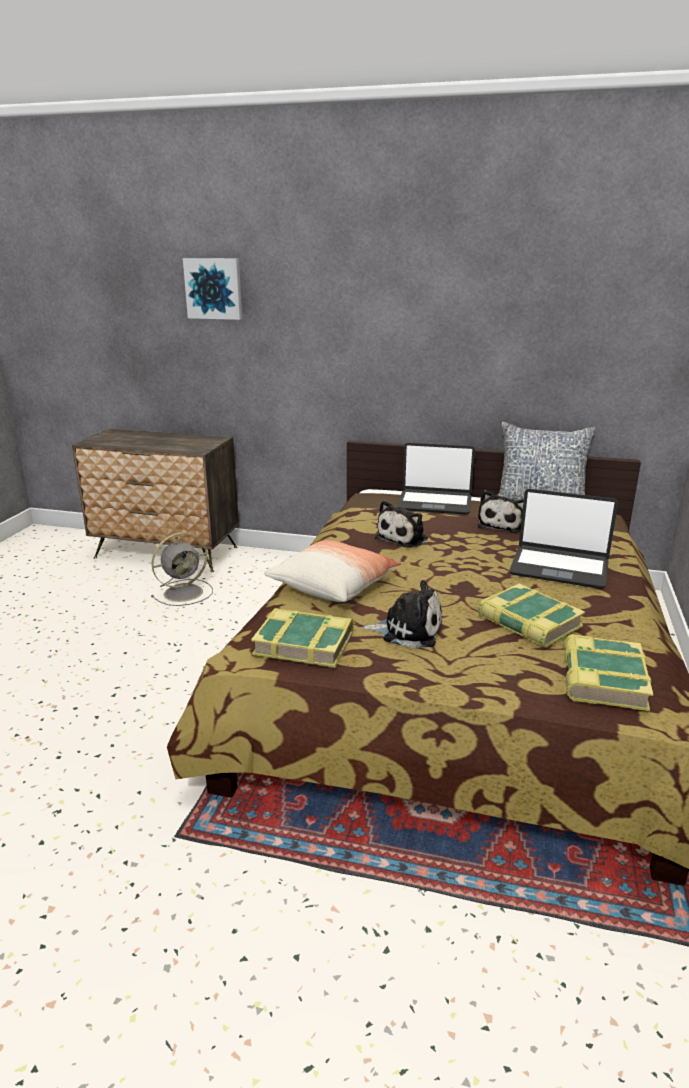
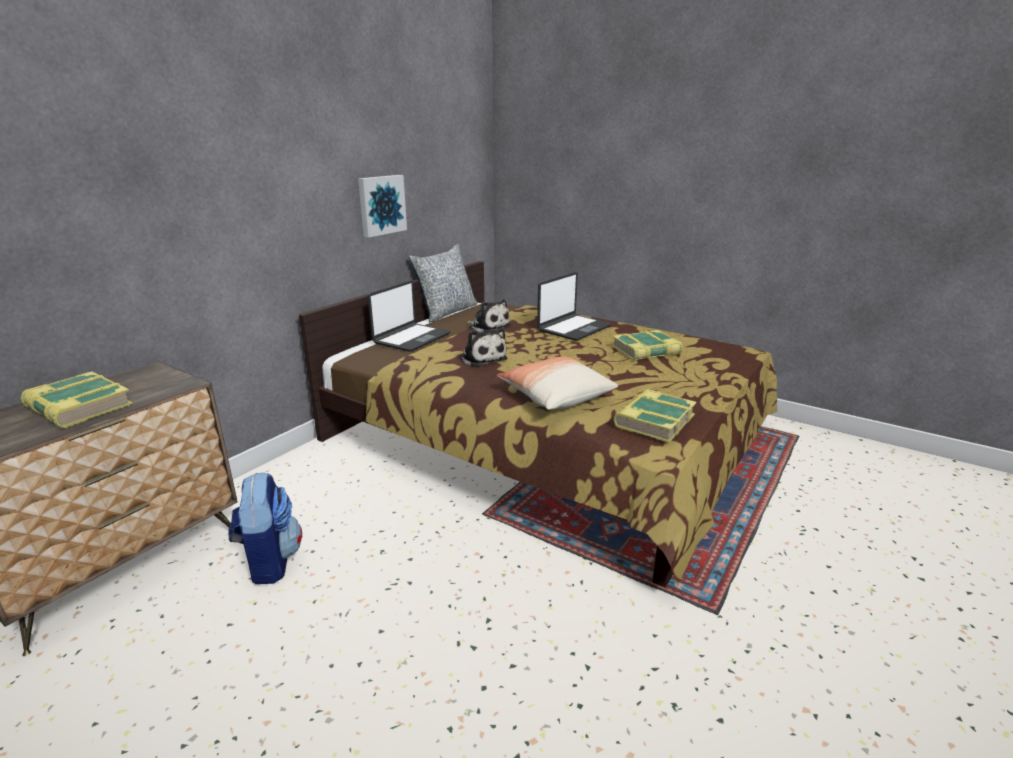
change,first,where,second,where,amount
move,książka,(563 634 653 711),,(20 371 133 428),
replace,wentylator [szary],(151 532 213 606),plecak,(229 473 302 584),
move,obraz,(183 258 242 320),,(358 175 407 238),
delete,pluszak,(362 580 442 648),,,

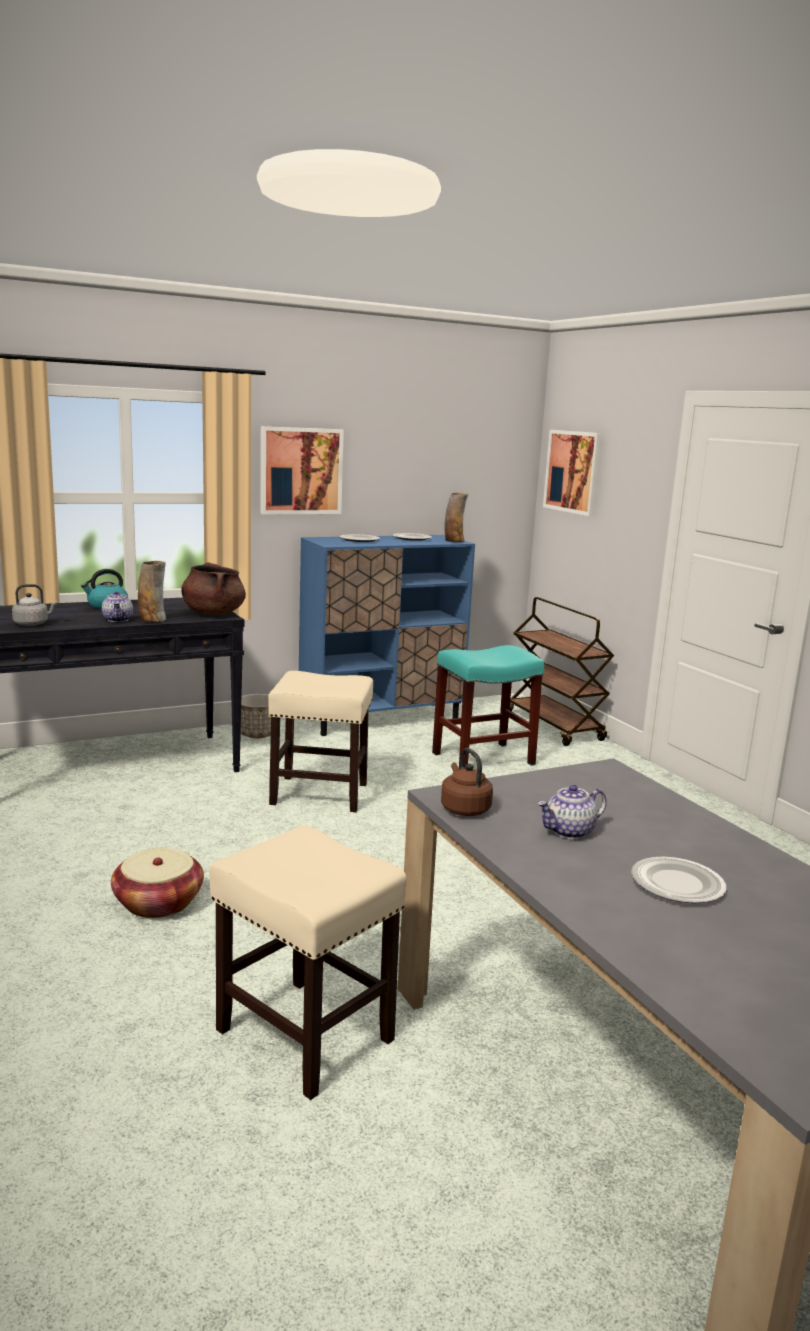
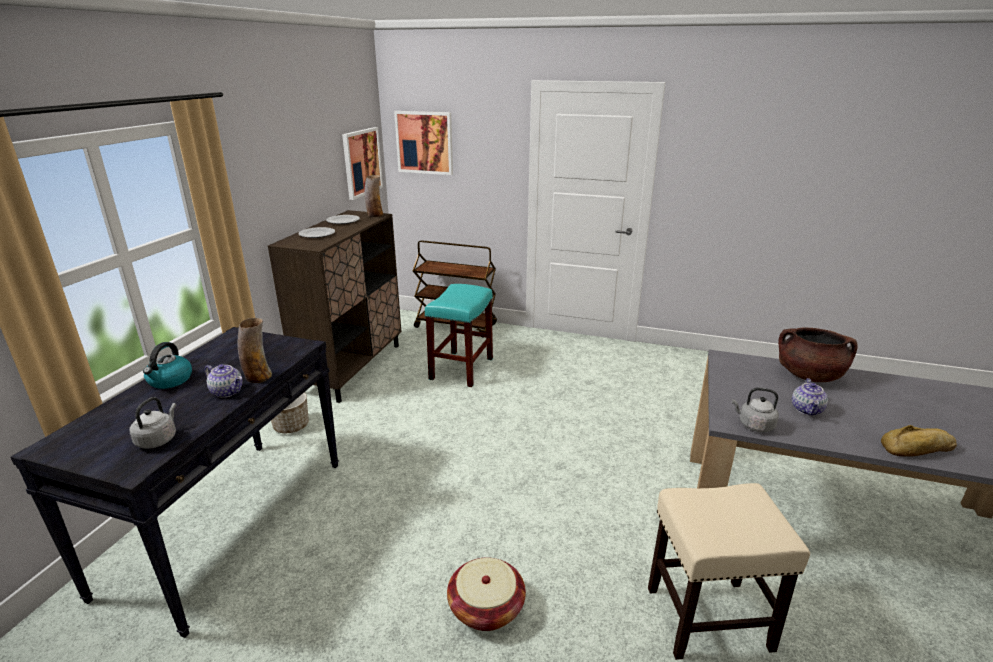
change,first,where,second,where,amount
recolor,szafka [niebieski],(299 535 475 736),szafka [brązowy],(268 210 401 403),
move,obraz,(260 426 344 514),,(342 127 383 200),
recolor,czajnik [brązowy],(441 748 493 816),czajnik [szary],(732 387 779 432),
move,garnek [brązowy],(181 563 246 615),,(778 328 858 382),
insert,,,chleb,(881 425 957 457),
delete,stołek [beżowy],(268 671 373 812),,,
delete,talerz,(631 857 727 904),,,

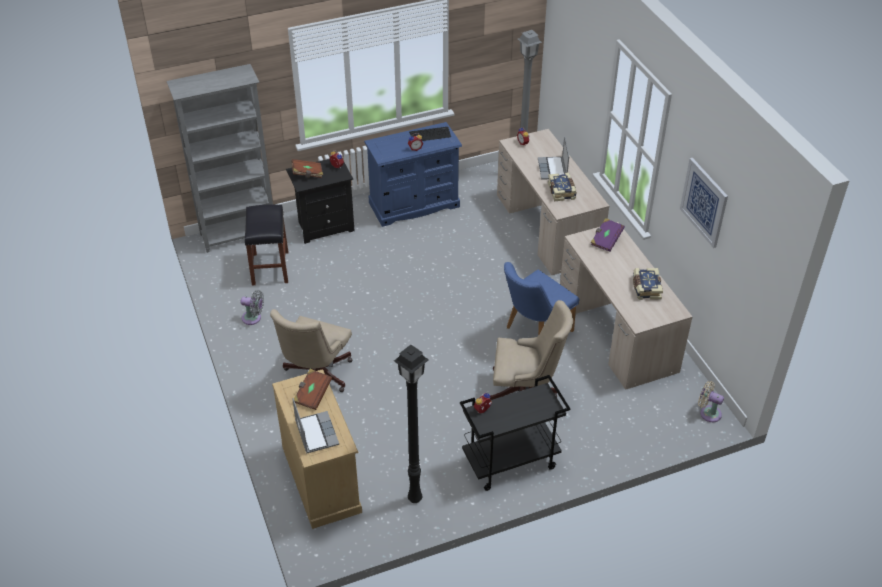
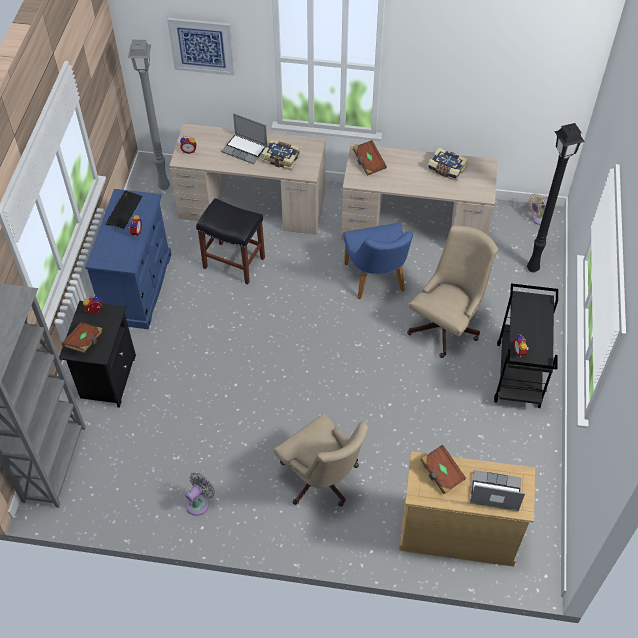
change,first,where,second,where,amount
move,obraz,(680 158 728 248),,(167 18 235 76),
move,stołek [czarny],(245 204 288 285),,(196 198 265 285),
recolor,książka [fioletowy],(591 218 625 252),książka [brązowy],(353 140 387 176),
move,lampa stojąca [czarny],(394 345 429 503),,(527 123 585 272),

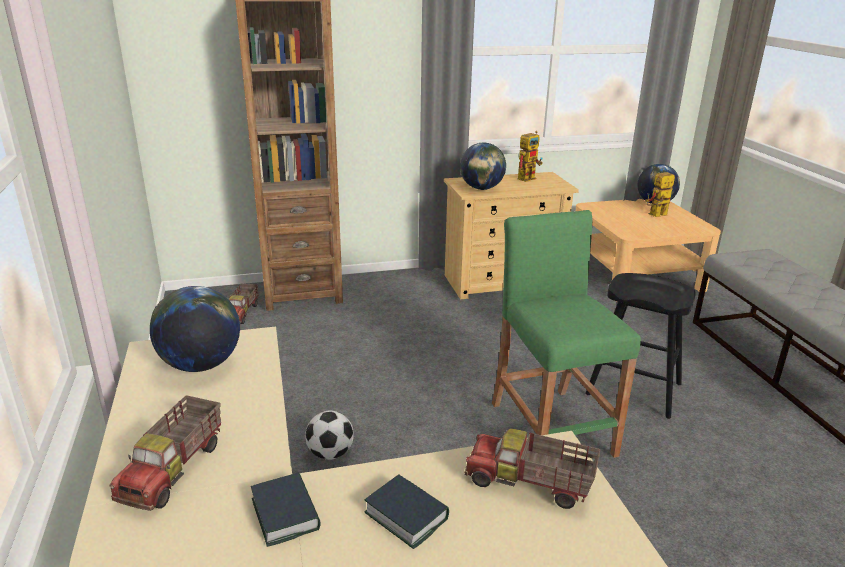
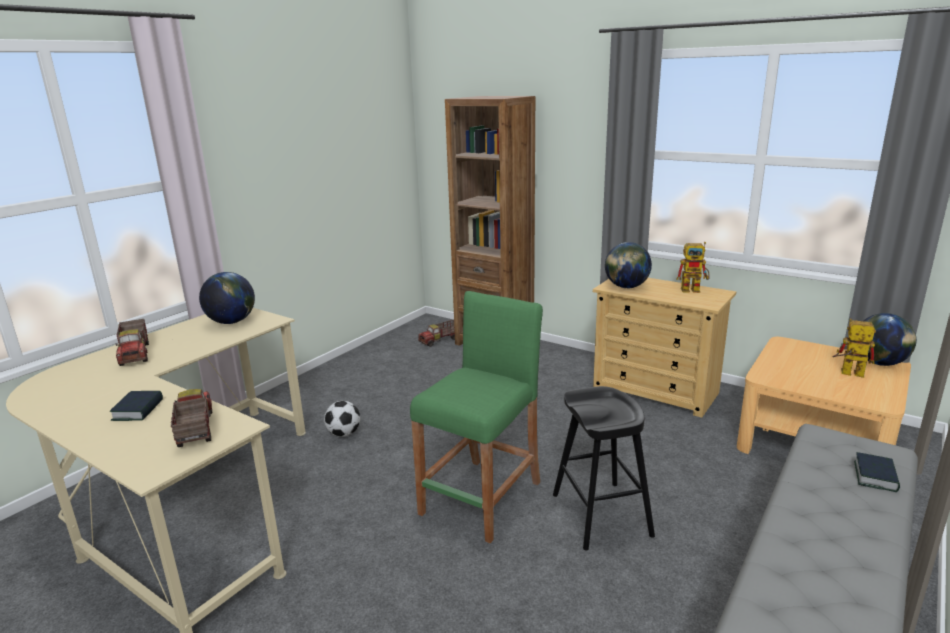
change,first,where,second,where,amount
rotate,ciężarówka zabawkowa,(109 395 221 511),,(115 319 149 366),90 degrees counterclockwise
move,książka,(251 472 321 547),,(854 452 900 492),

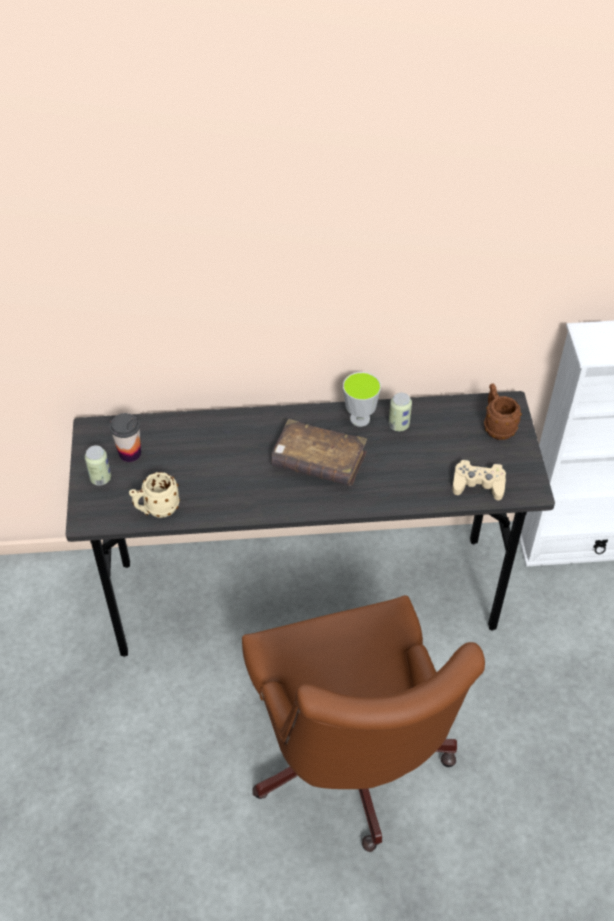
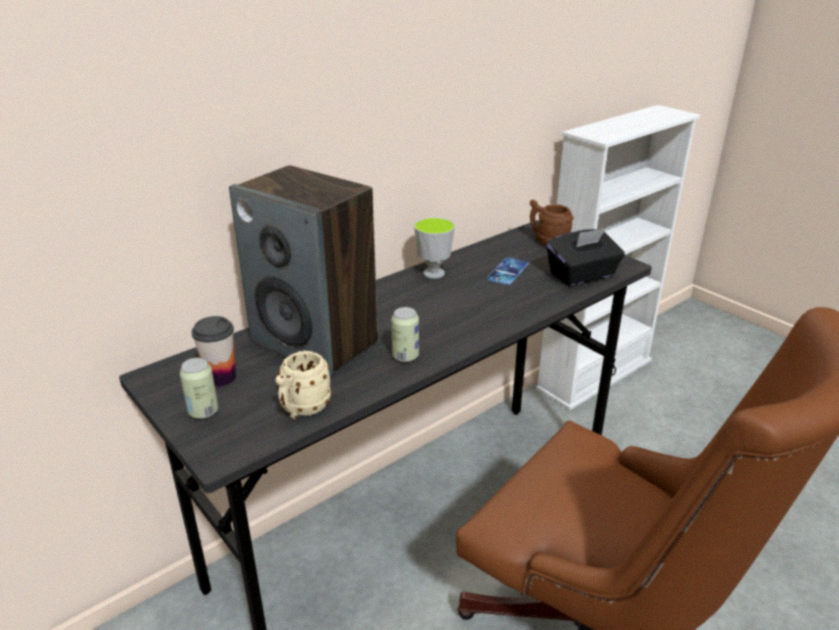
change,first,where,second,where,amount
insert,,,głośnik,(229 165 378 376),
move,puszka,(389 393 412 432),,(391 307 419 362),
insert,,,telefon,(487 257 529 285),
replace,pad do gier [beżowy],(452 460 506 501),pudełko chusteczek [czarny],(546 228 625 286),
delete,książka [brązowy],(272 419 367 486),,,

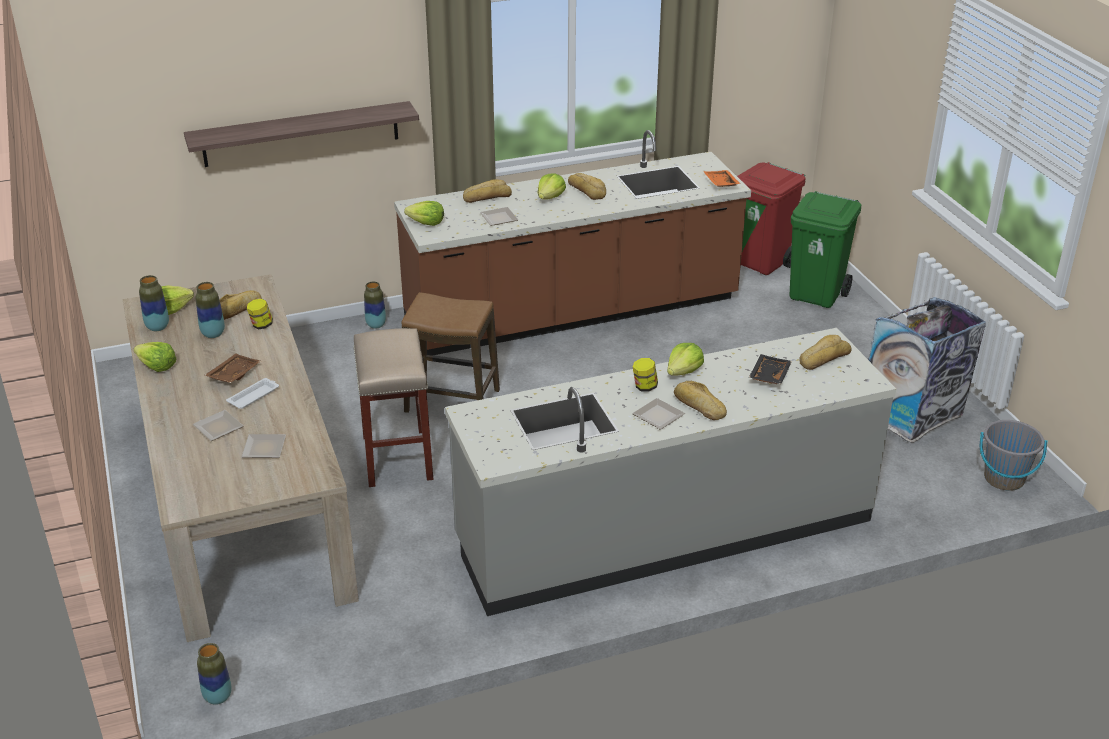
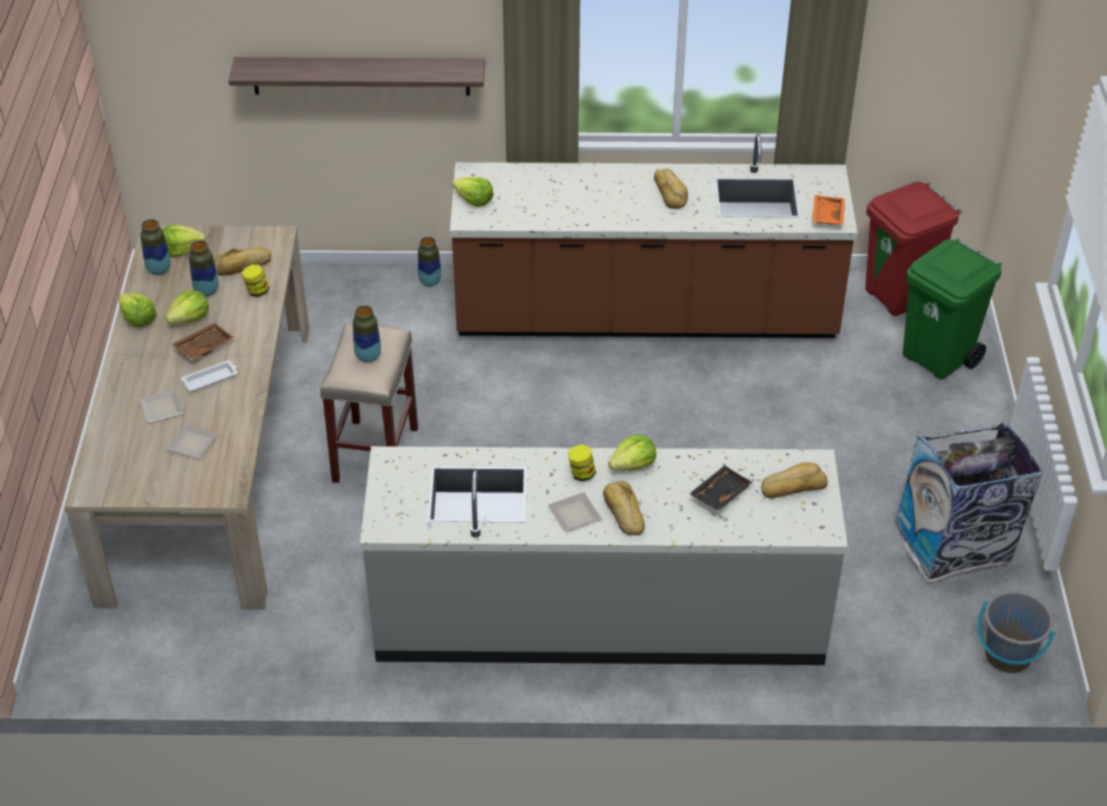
change,first,where,second,where,amount
move,sałata,(538 173 566 199),,(165 291 209 324),
move,wazon,(197 643 232 705),,(353 305 381 362),
delete,stołek,(402 292 500 413),,,
delete,chleb,(463 179 512 203),,,
delete,talerz,(480 207 518 226),,,

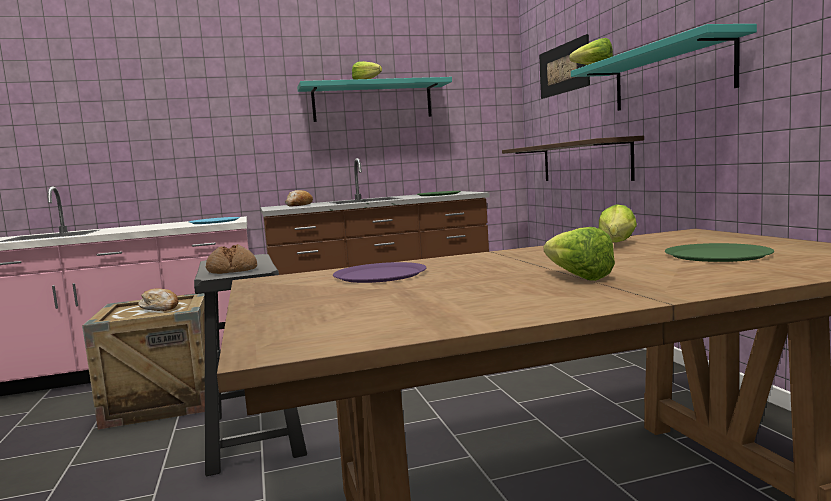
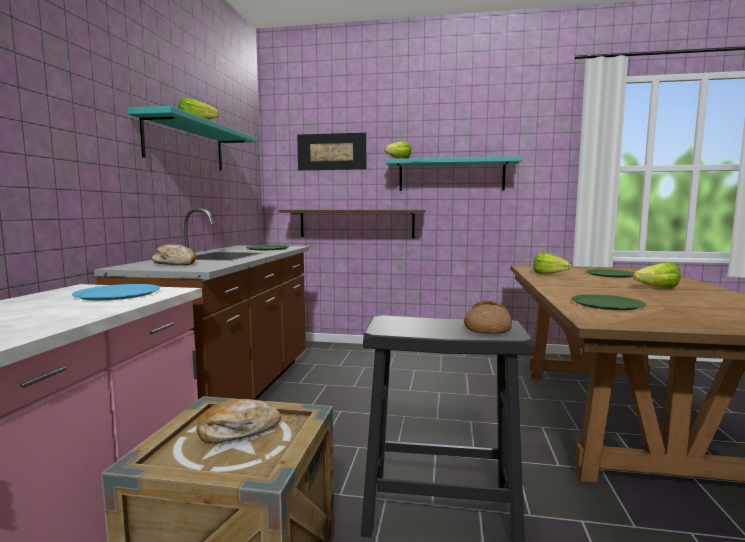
change,first,where,second,where,amount
recolor,talerz [fioletowy],(333 262 426 283),talerz [zielony],(571 294 646 310),

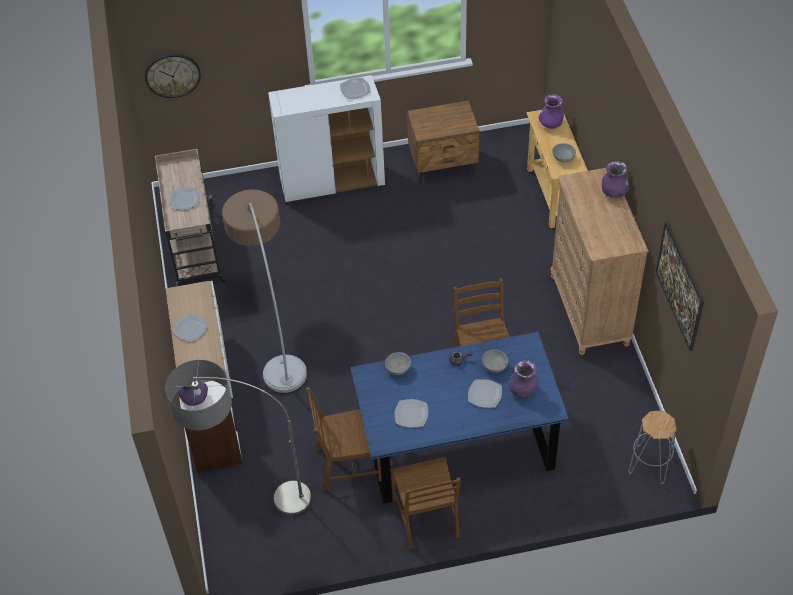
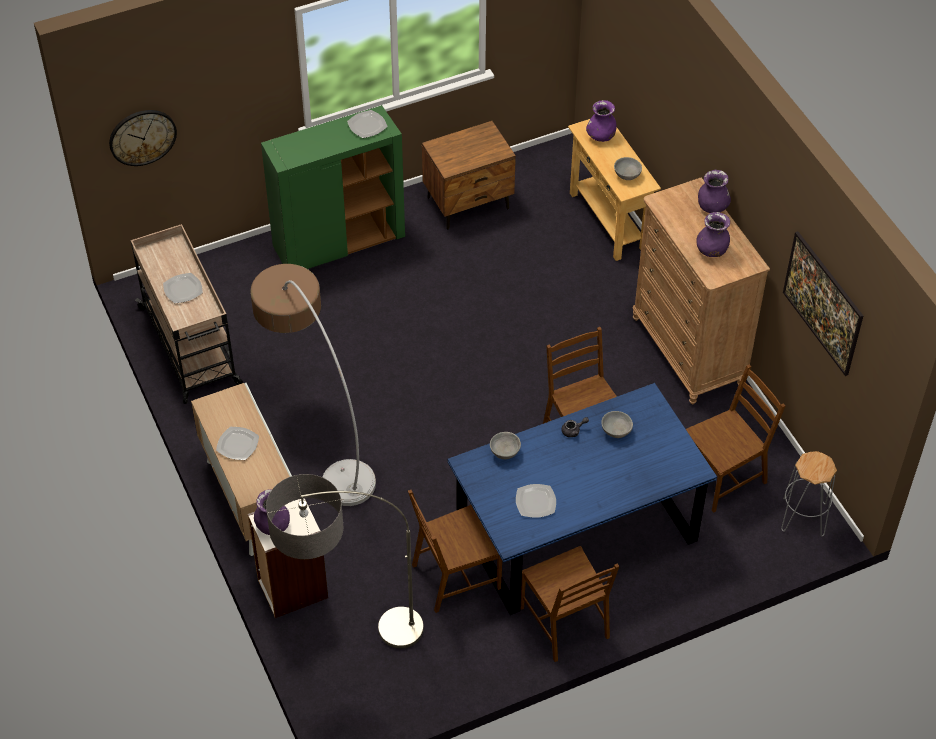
change,first,where,second,where,amount
recolor,szafka [biały],(268 75 385 202),szafka [zielony],(261 105 405 269),
insert,,,krzesło [brązowy],(686 364 786 513),
move,wazon [fioletowy],(509 360 538 398),,(696 212 730 257),
delete,talerz,(468 379 502 408),,,

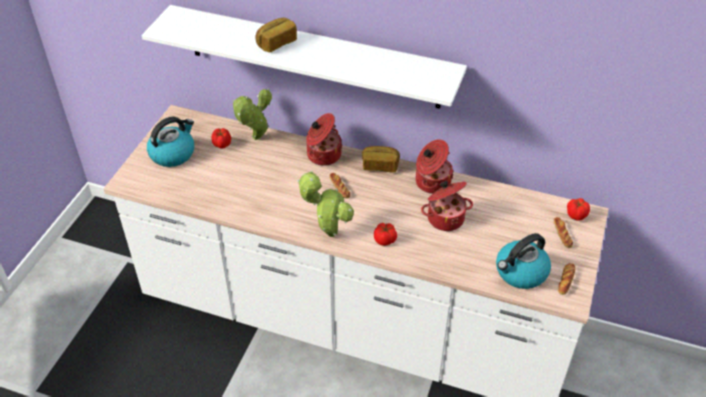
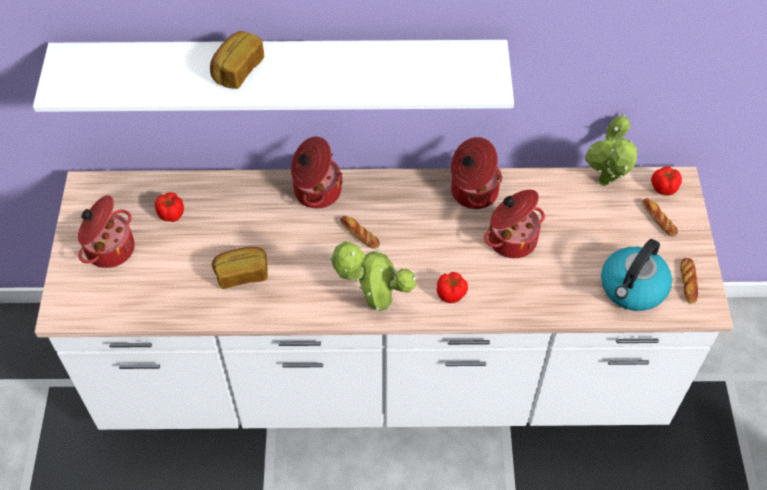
change,first,where,second,where,amount
replace,czajnik,(147 117 194 167),garnek,(78 195 135 268),
move,chleb,(362 146 400 173),,(212 247 268 289),
move,roślina doniczkowa,(233 88 272 140),,(585 113 638 186),

